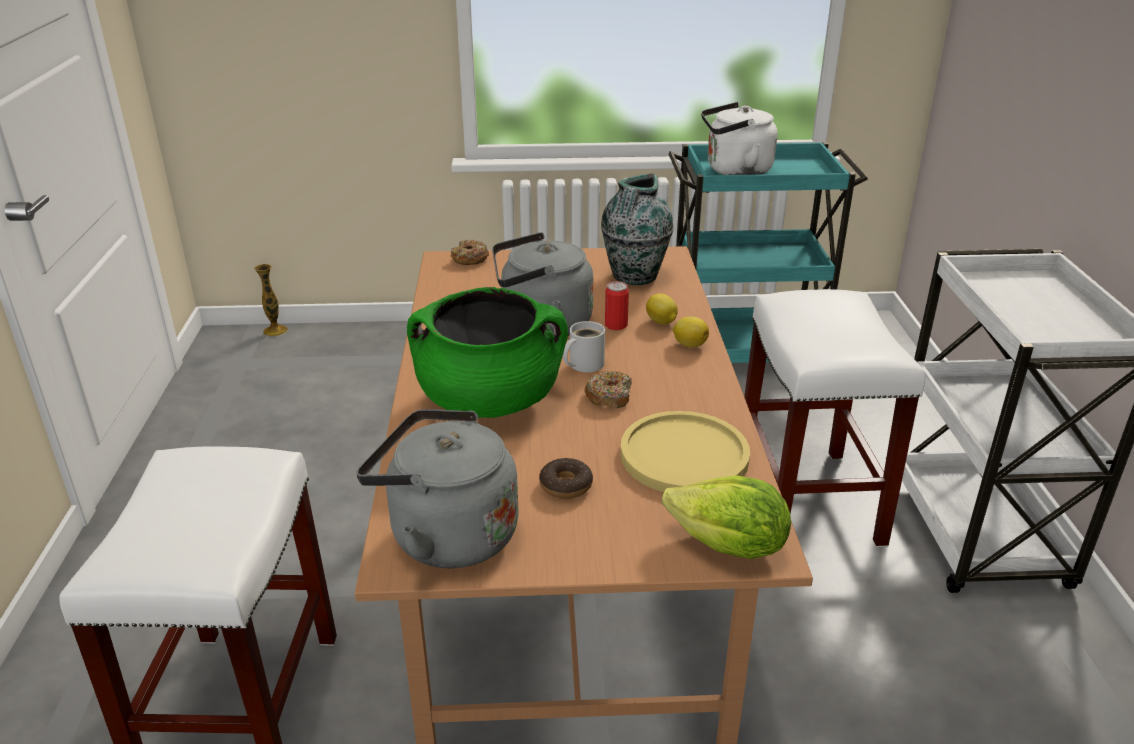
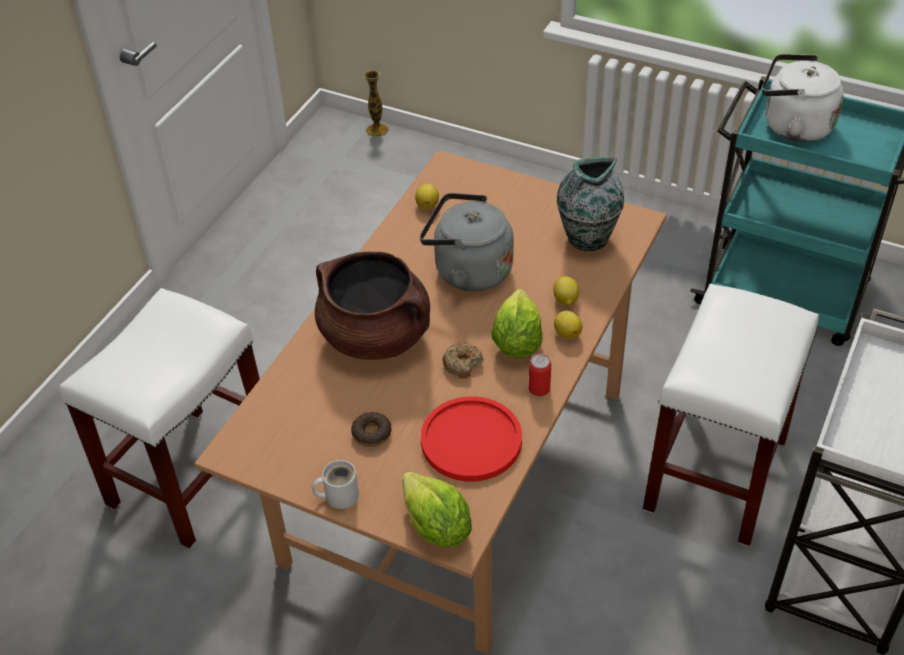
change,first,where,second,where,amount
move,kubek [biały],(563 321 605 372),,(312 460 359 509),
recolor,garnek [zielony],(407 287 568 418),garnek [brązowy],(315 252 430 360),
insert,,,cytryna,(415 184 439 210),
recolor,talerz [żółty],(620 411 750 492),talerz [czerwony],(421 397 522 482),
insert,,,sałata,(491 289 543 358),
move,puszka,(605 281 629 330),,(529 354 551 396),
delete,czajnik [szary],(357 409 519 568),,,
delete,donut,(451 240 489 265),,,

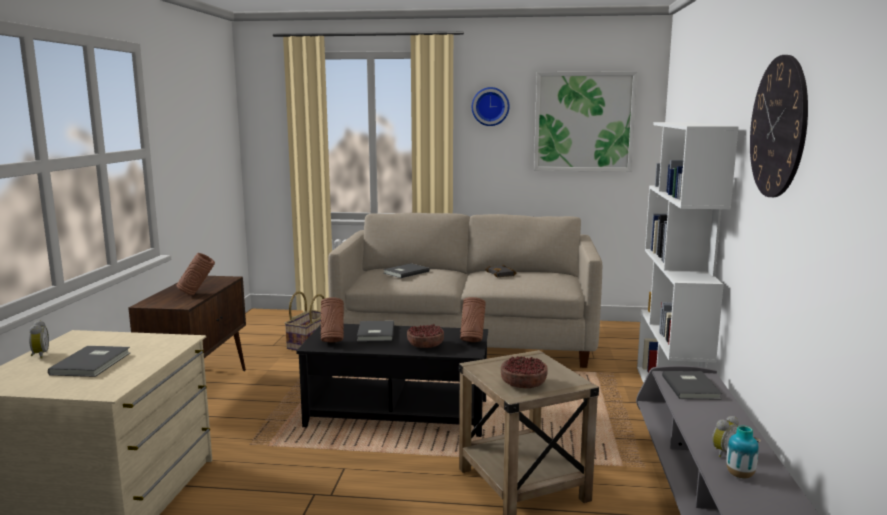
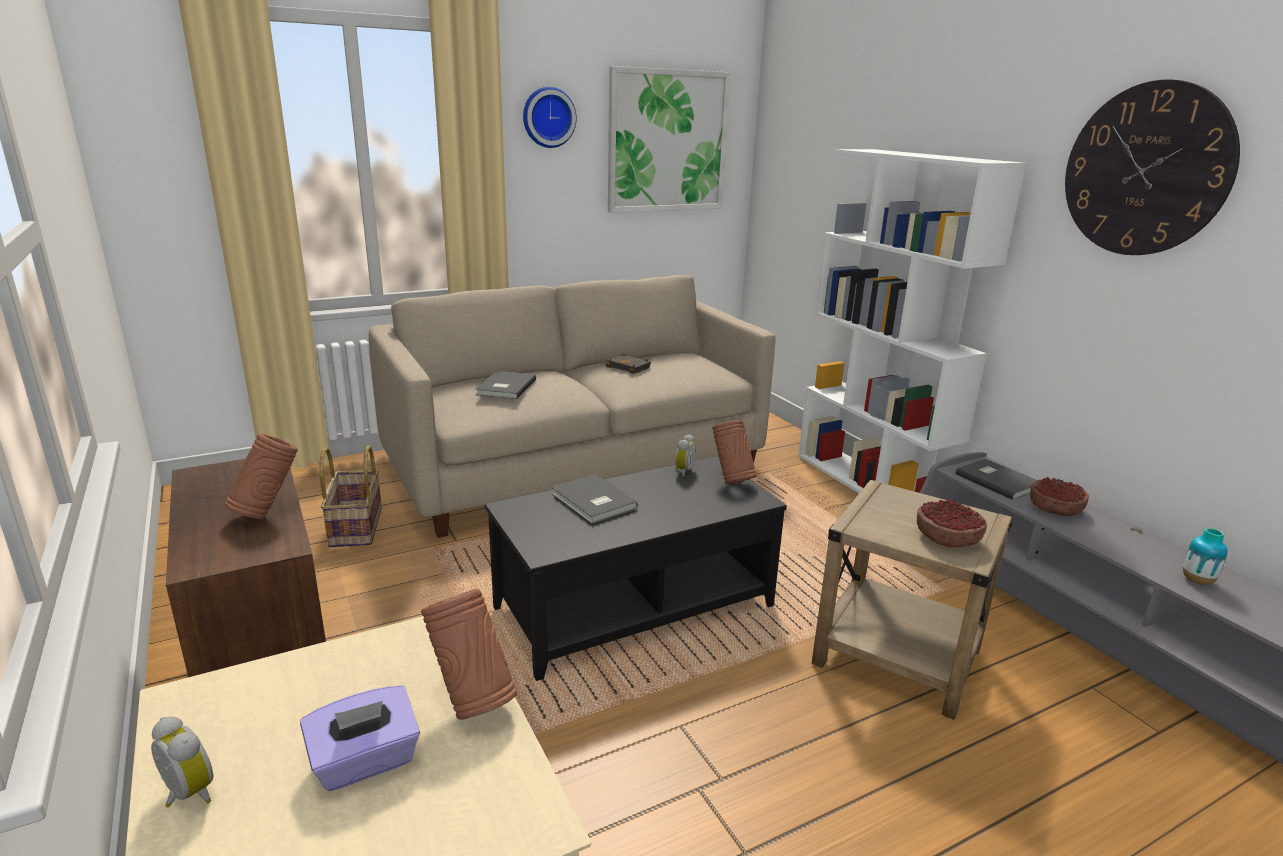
change,first,where,second,where,amount
replace,książka [szary],(48 346 130 377),pudełko chusteczek [fioletowy],(300 686 420 791),
move,wazon [brązowy],(321 298 344 343),,(421 589 517 719),
move,budzik,(712 416 739 457),,(675 434 696 477),
move,miska,(407 324 444 348),,(1030 477 1089 516),

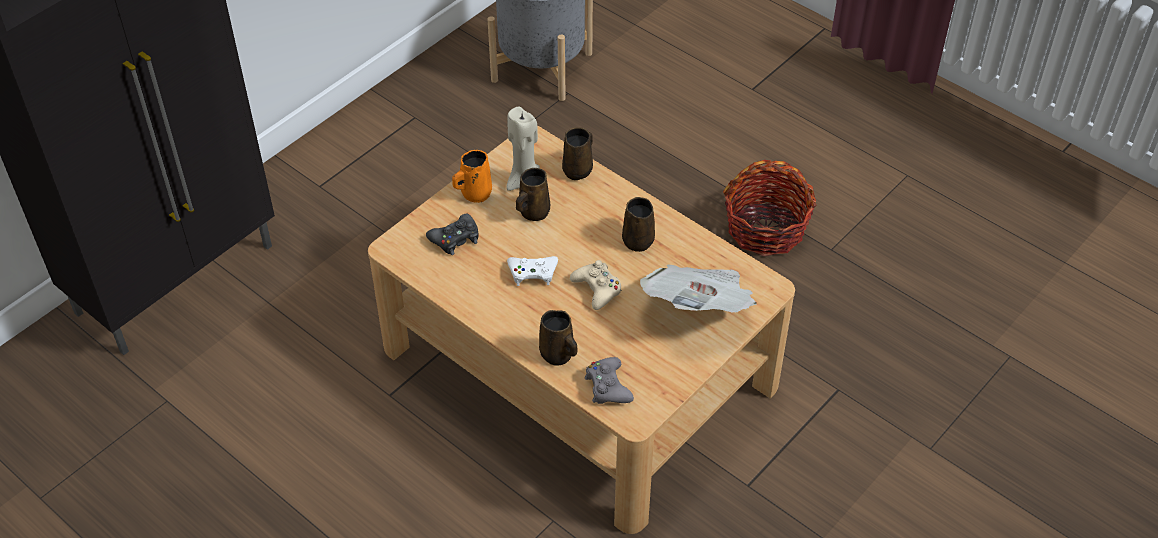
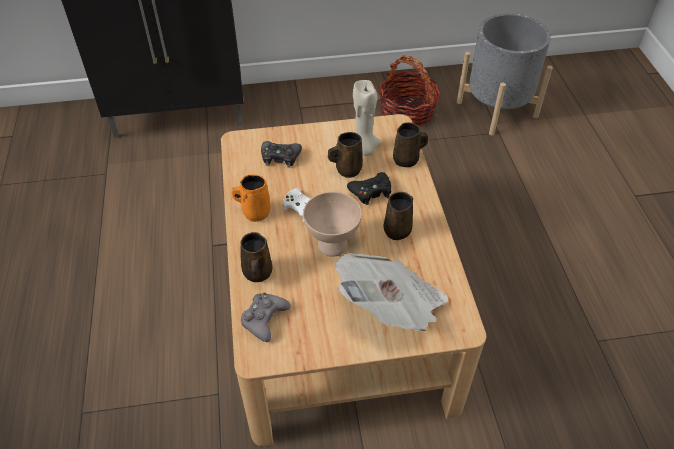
change,first,where,second,where,amount
move,kubek [pomarańczowy],(452 150 492 203),,(232 174 271 222),
replace,pad do gier [beżowy],(570 260 622 310),miska [beżowy],(303 192 362 257),
insert,,,pad do gier [czarny],(347 172 391 205),
move,koszyk,(723 160 816 256),,(379 55 441 127),

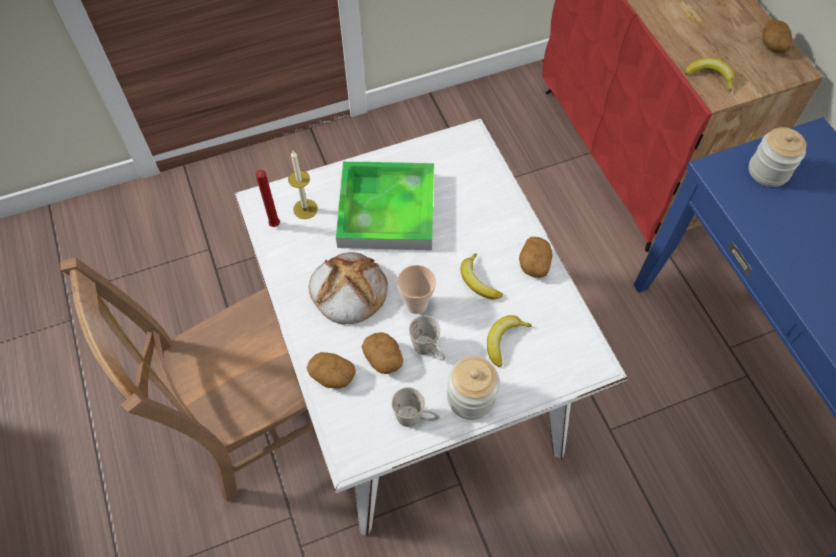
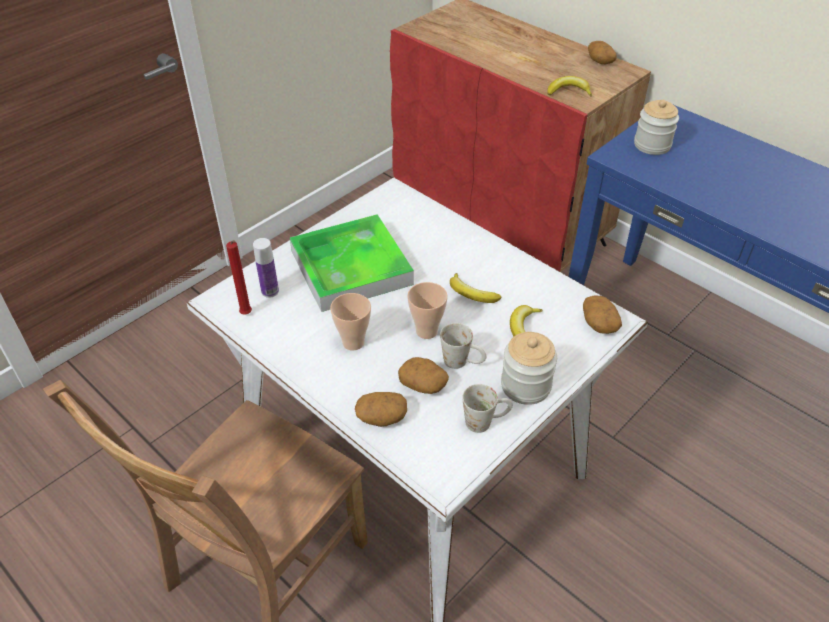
change,first,where,second,where,amount
replace,świeca,(288 151 318 219),butelka,(253 238 279 298),
replace,chleb,(309 252 388 325),filiżanka,(330 293 371 351),
move,ziemniak,(519 237 553 278),,(583 295 622 334),

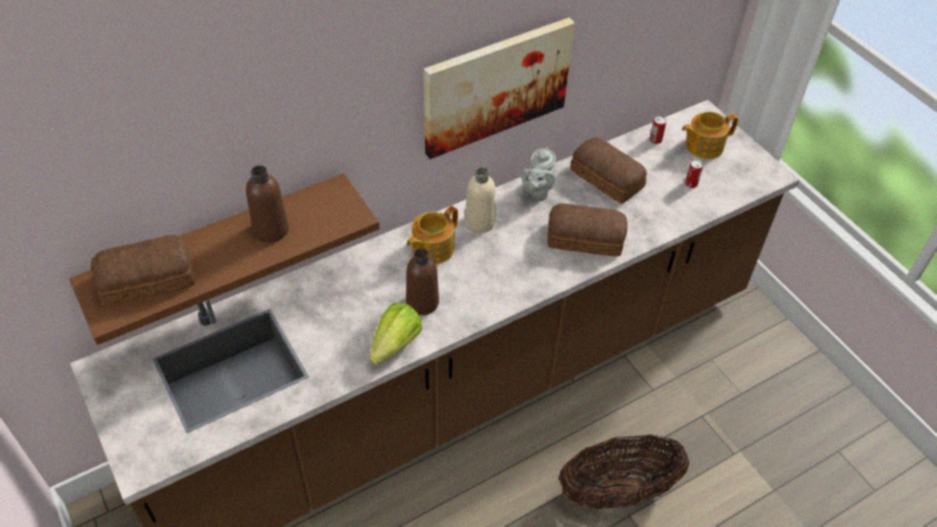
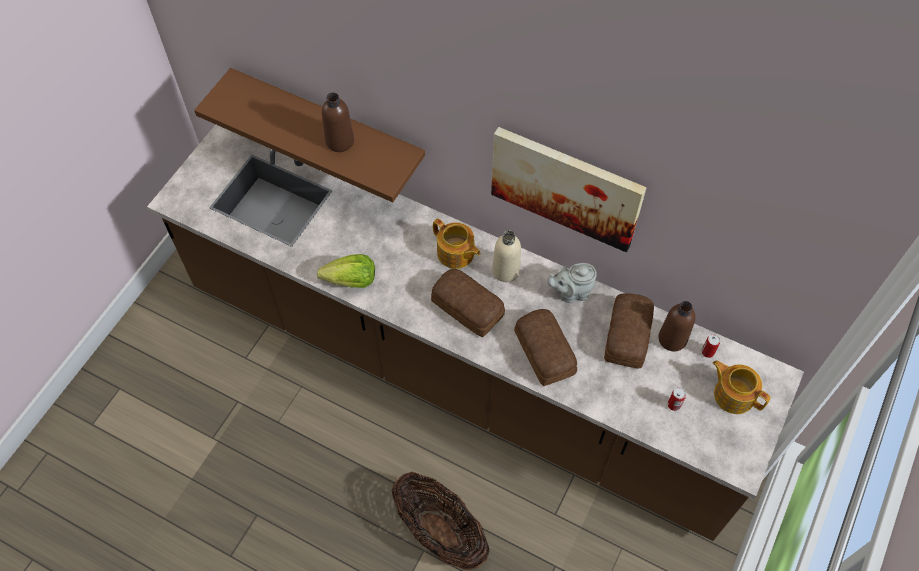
change,first,where,second,where,amount
move,chleb,(91 235 194 307),,(431 269 505 337),
rotate,imbryk,(407 206 458 264),,(433 218 480 269),150 degrees counterclockwise
move,butelka [brązowy],(406 248 439 315),,(658 301 696 351),

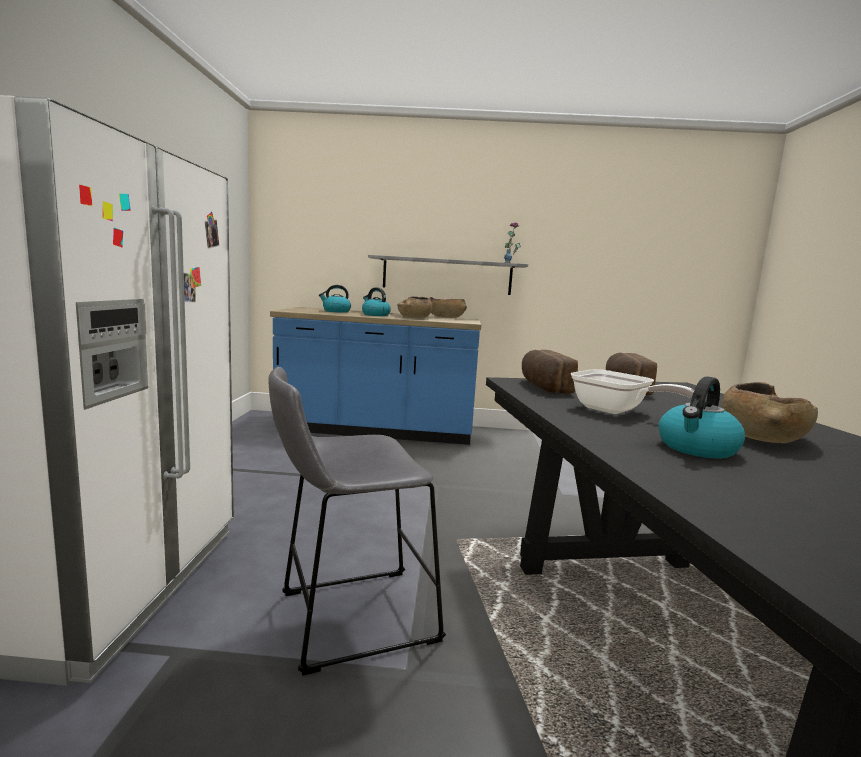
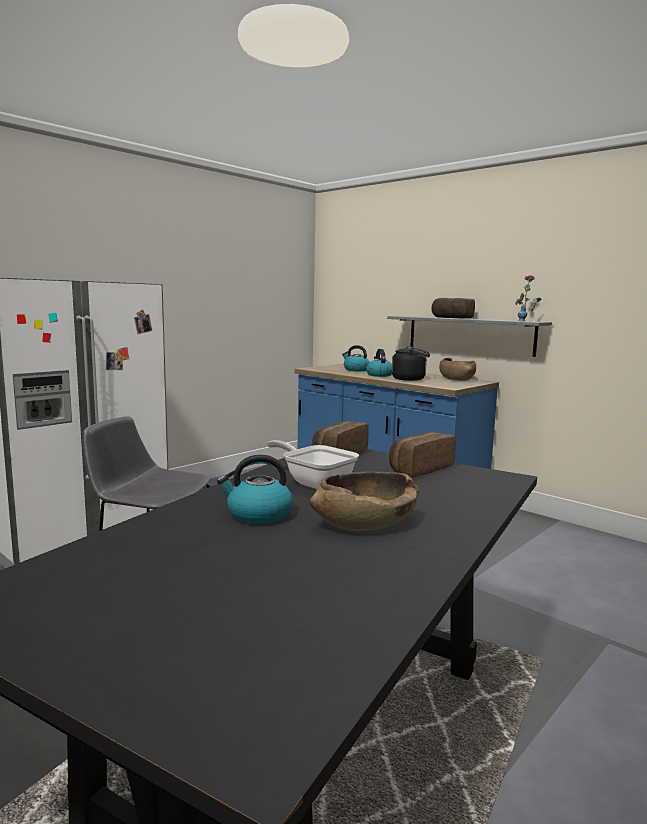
change,first,where,second,where,amount
rotate,patelnia,(571 369 694 414),,(267 440 359 489),135 degrees clockwise
replace,miska [brązowy],(398 296 433 318),czajnik [czarny],(392 346 430 381),
insert,,,chleb,(431 298 475 318),

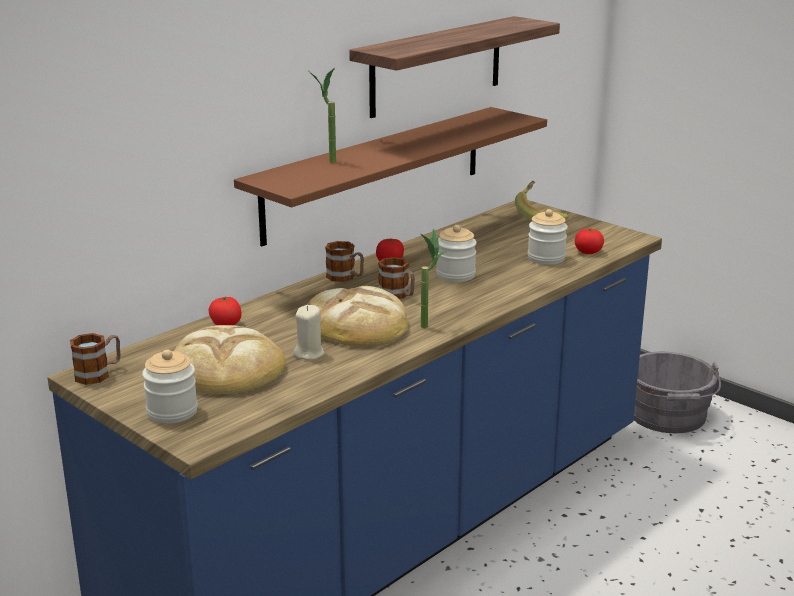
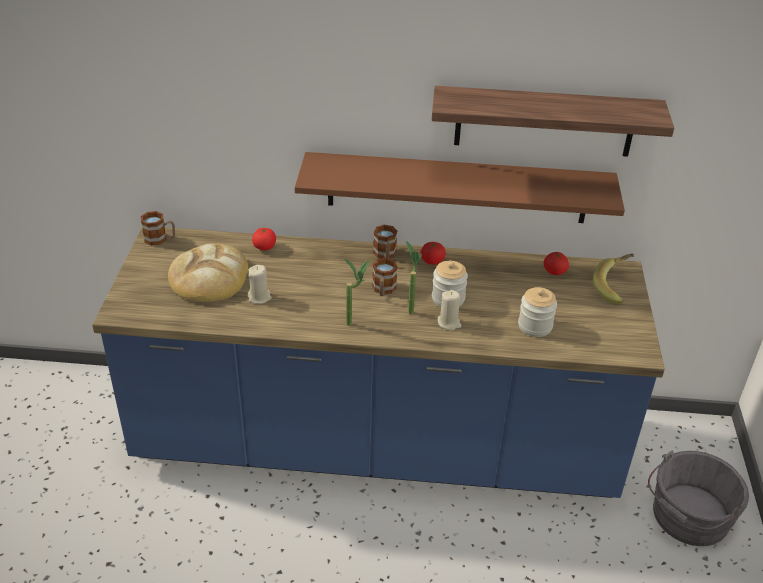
change,first,where,second,where,amount
move,roślina doniczkowa,(309 68 336 163),,(406 241 422 314),
insert,,,świeca [beżowy],(438 290 461 331),
move,pomidor,(575 228 604 254),,(544 251 569 275),
delete,słoik,(142 350 198 424),,,
delete,chleb,(307 286 408 347),,,

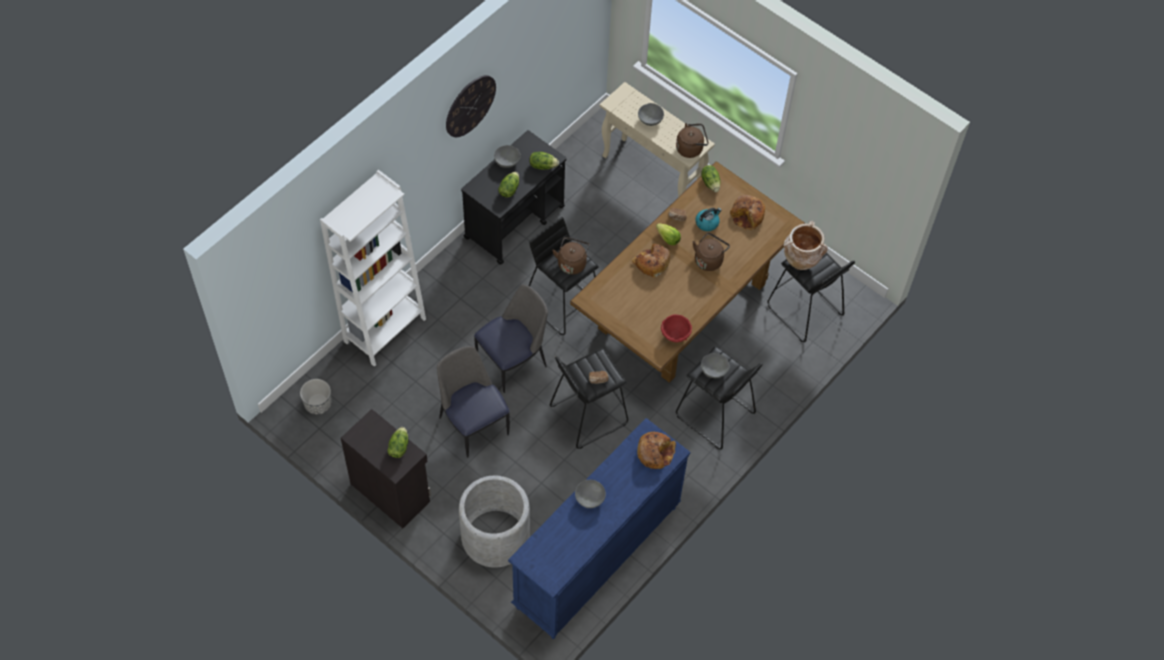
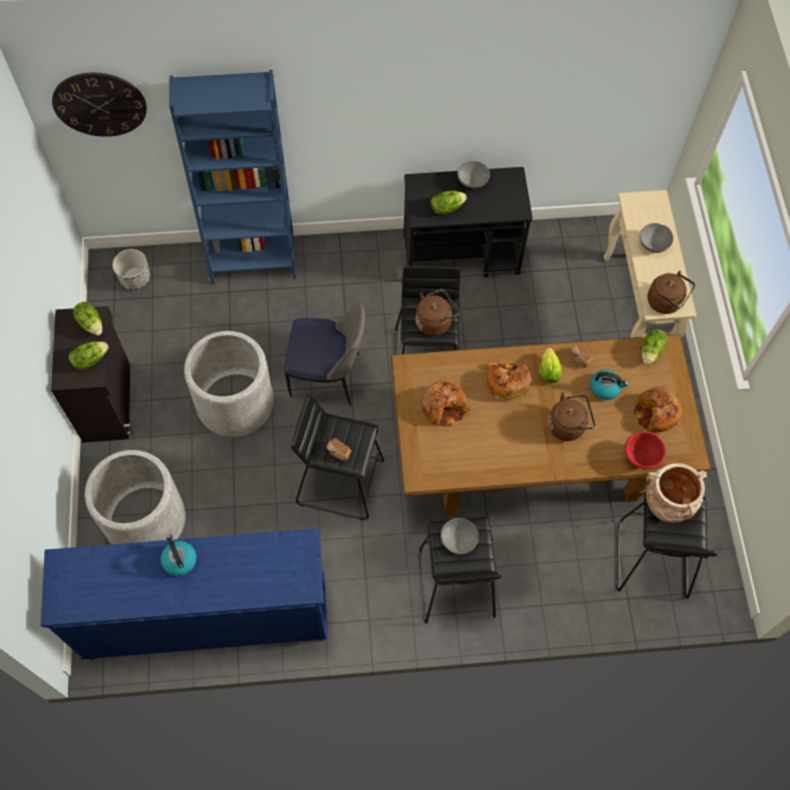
change,first,where,second,where,amount
move,zegar ścienny,(446 75 496 137),,(52 73 147 137),
move,sałata,(529 152 559 170),,(73 302 103 336),
replace,miska [szary],(575 480 606 508),czajnik,(161 534 197 576),
recolor,regał [biały],(320 170 426 367),regał [niebieski],(169 70 296 284),
replace,krzesło,(437 346 510 458),donica [szary],(184 331 274 437),
move,chleb,(637 432 676 469),,(421 380 471 428),
move,miska [czerwony],(661 314 692 342),,(625 431 666 470),

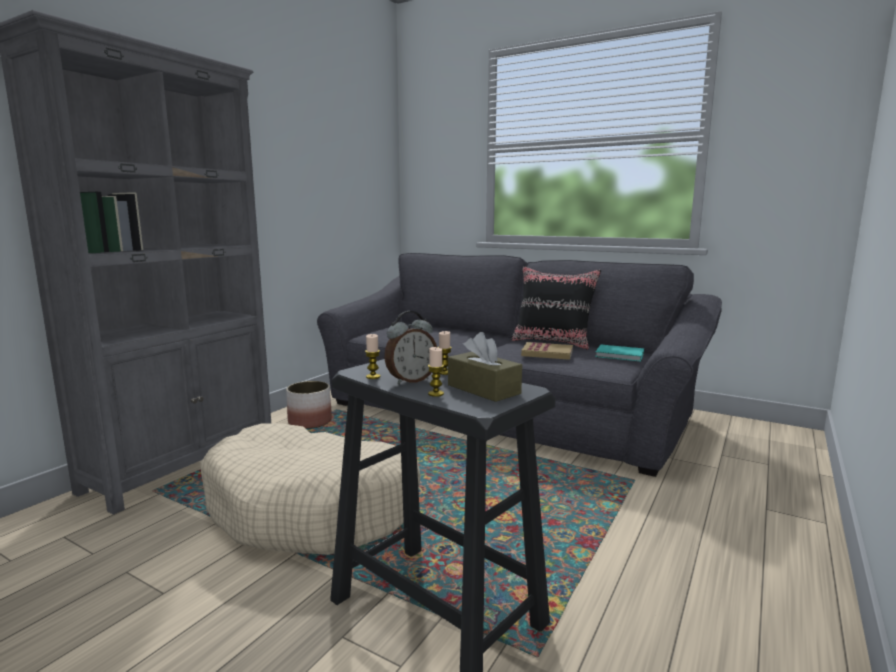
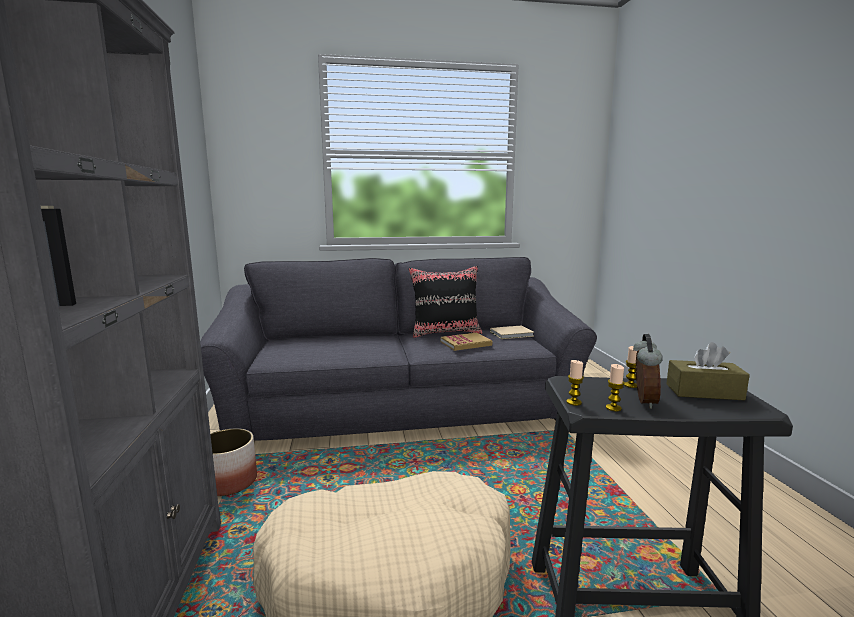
change,first,where,second,where,amount
recolor,książka [turkusowy],(595 345 644 362),książka [beżowy],(490 325 534 339),
move,świeca,(428 347 444 397),,(566 360 584 406),

